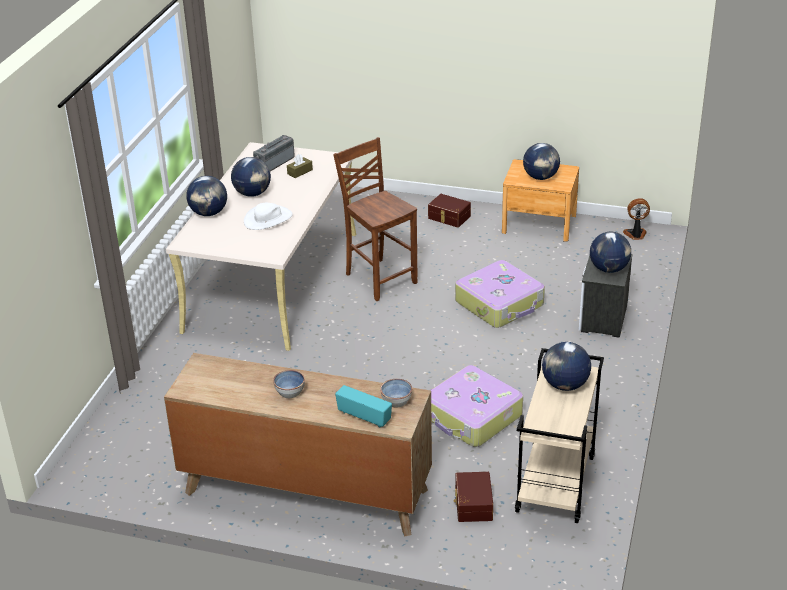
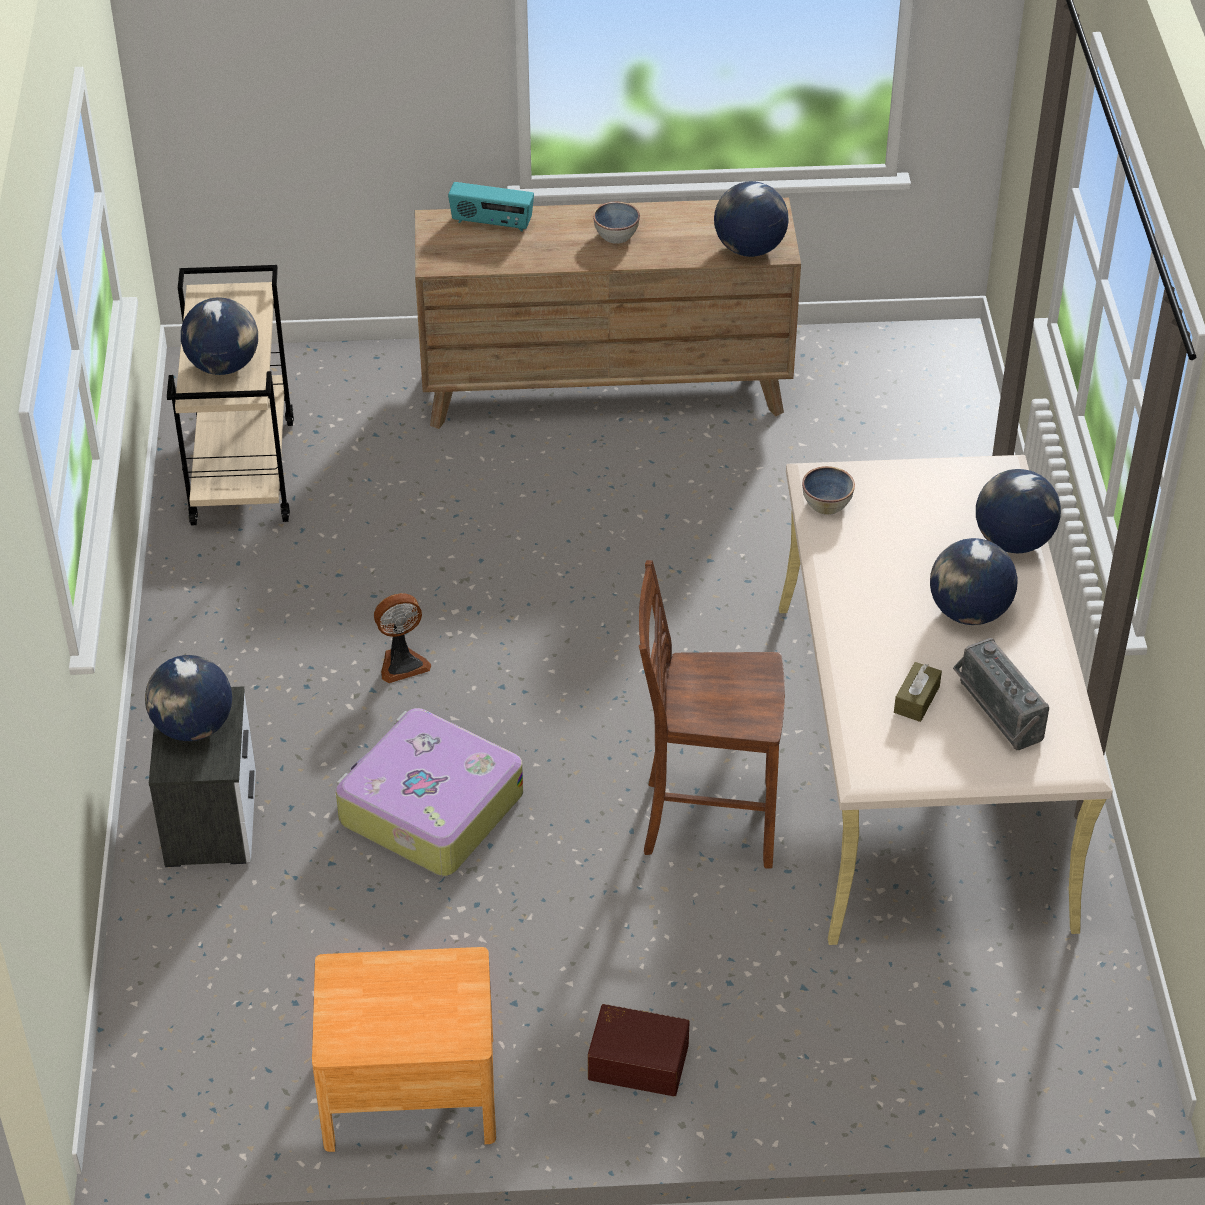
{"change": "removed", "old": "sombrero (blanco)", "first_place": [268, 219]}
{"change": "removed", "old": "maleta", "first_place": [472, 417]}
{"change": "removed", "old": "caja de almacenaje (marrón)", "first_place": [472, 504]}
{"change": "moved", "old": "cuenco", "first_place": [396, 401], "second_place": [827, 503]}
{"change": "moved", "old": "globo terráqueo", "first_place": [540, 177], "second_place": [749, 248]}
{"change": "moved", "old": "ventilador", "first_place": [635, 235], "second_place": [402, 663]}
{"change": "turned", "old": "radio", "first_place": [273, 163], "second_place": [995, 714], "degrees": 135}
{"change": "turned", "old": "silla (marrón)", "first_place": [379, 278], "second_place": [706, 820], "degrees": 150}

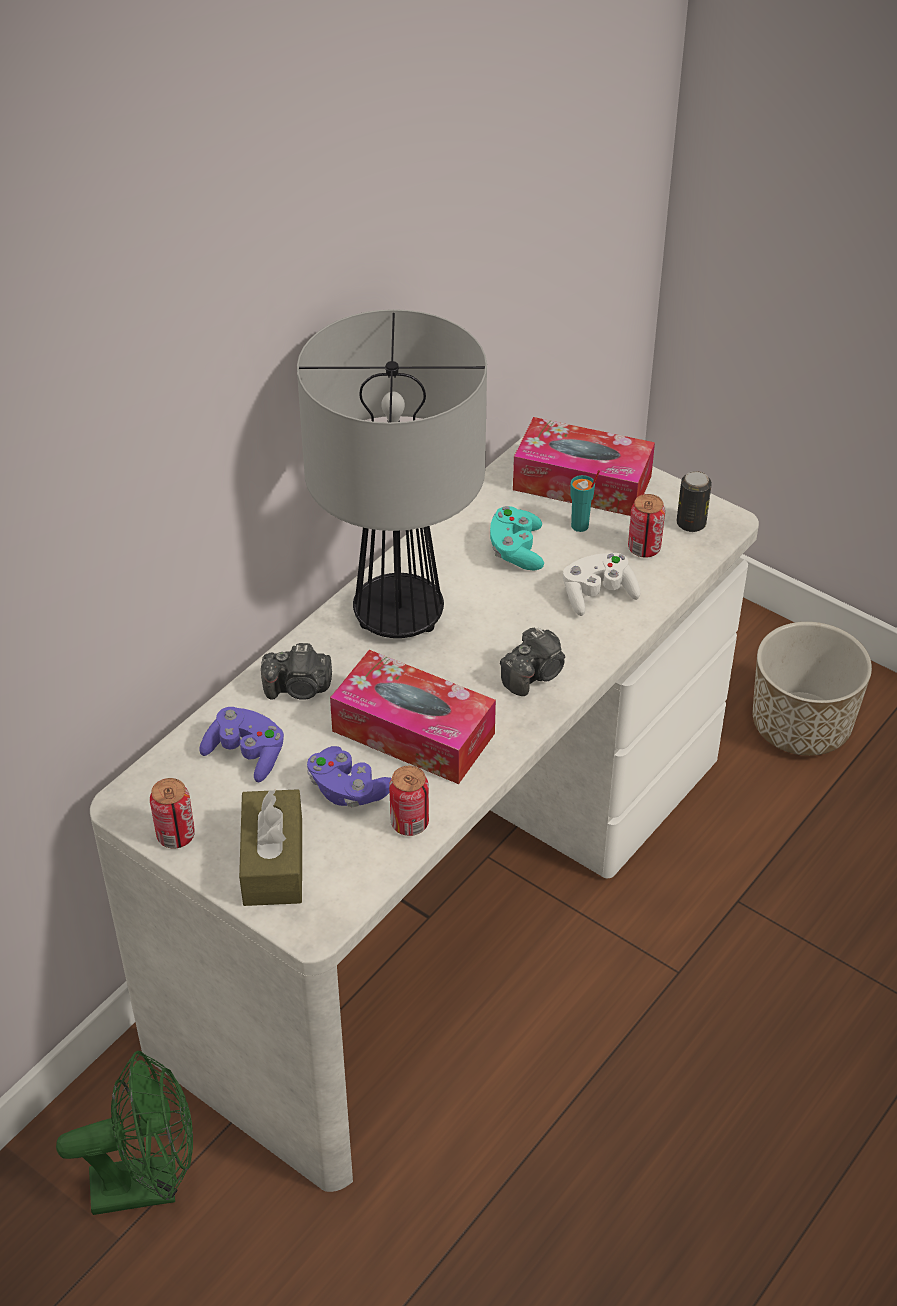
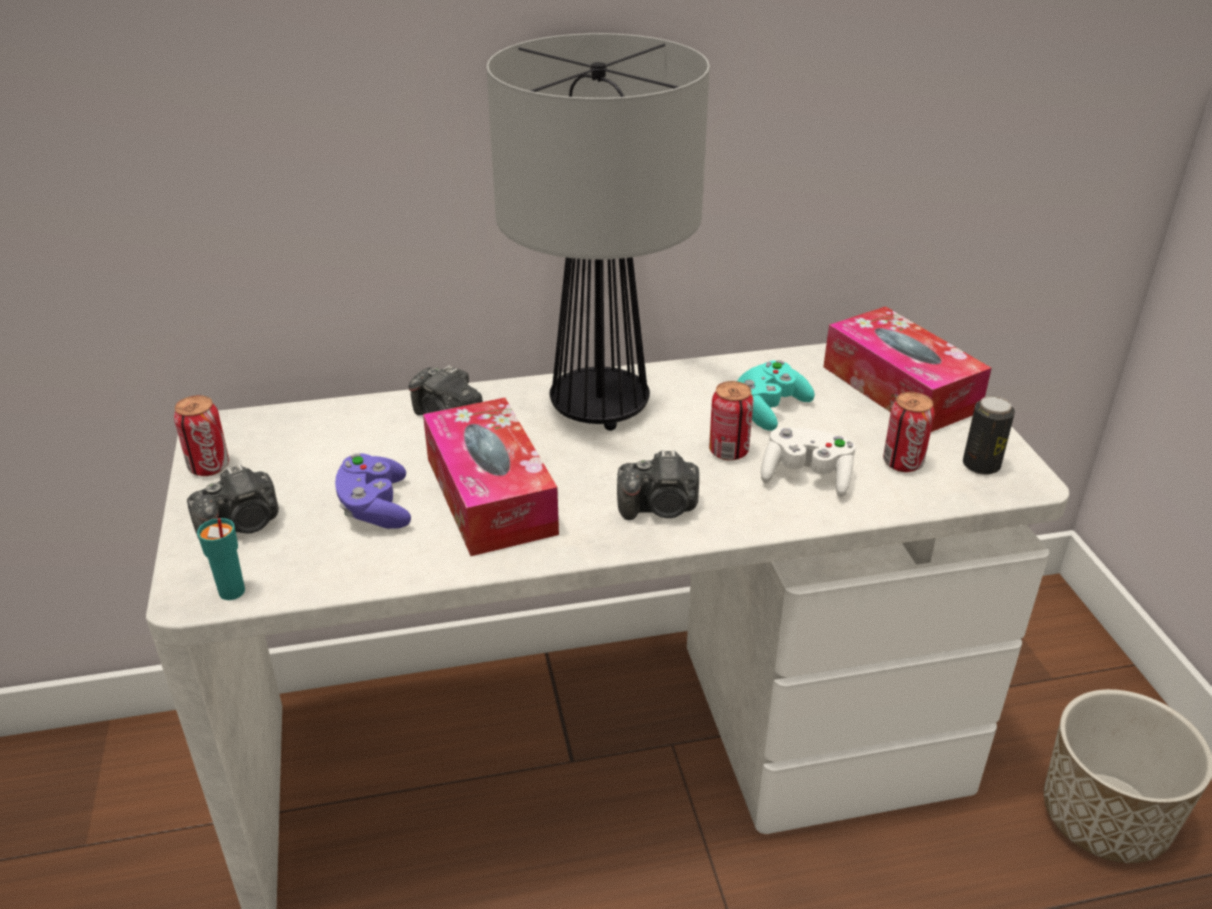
{"change": "removed", "old": "ventilador (verde)", "first_place": [148, 1184]}
{"change": "removed", "old": "mando de consola (morado)", "first_place": [246, 754]}
{"change": "moved", "old": "lata", "first_place": [409, 823], "second_place": [728, 451]}
{"change": "moved", "old": "taza (turquesa)", "first_place": [580, 526], "second_place": [231, 592]}
{"change": "replaced", "old": "caja de pañuelos (marrón)", "new": "cámara", "first_place": [273, 861], "second_place": [242, 526]}

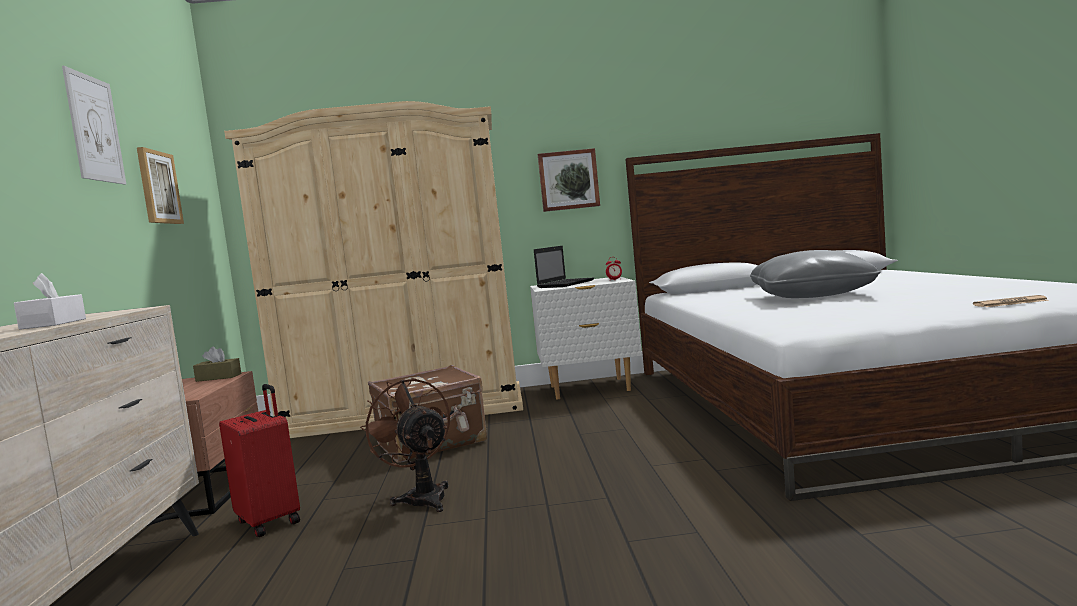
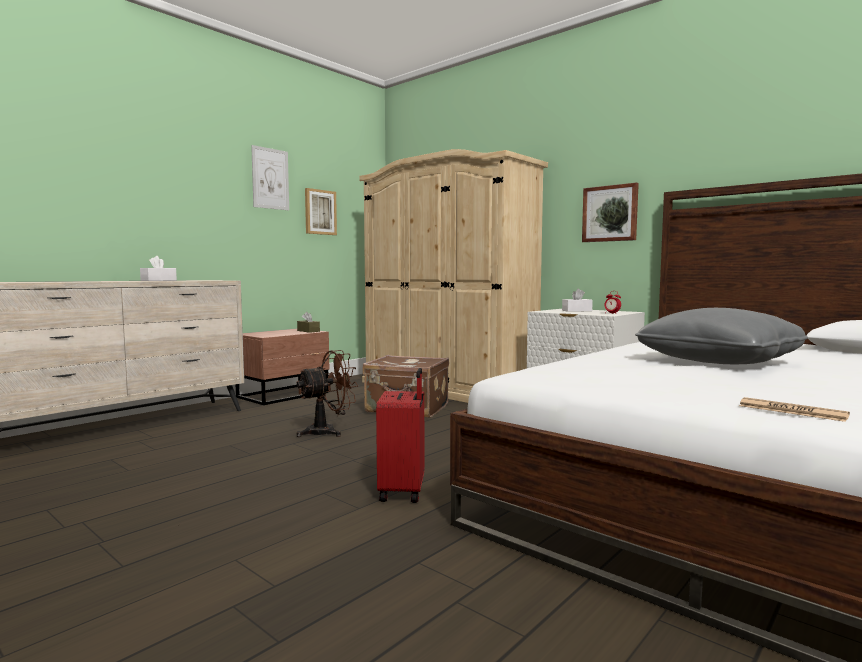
{"change": "moved", "old": "maleta (rojo)", "first_place": [270, 521], "second_place": [403, 491]}
{"change": "replaced", "old": "portátil", "new": "caja de pañuelos (blanco)", "first_place": [566, 284], "second_place": [577, 310]}
{"change": "turned", "old": "ventilador (marrón)", "first_place": [421, 497], "second_place": [328, 431], "degrees": 45}

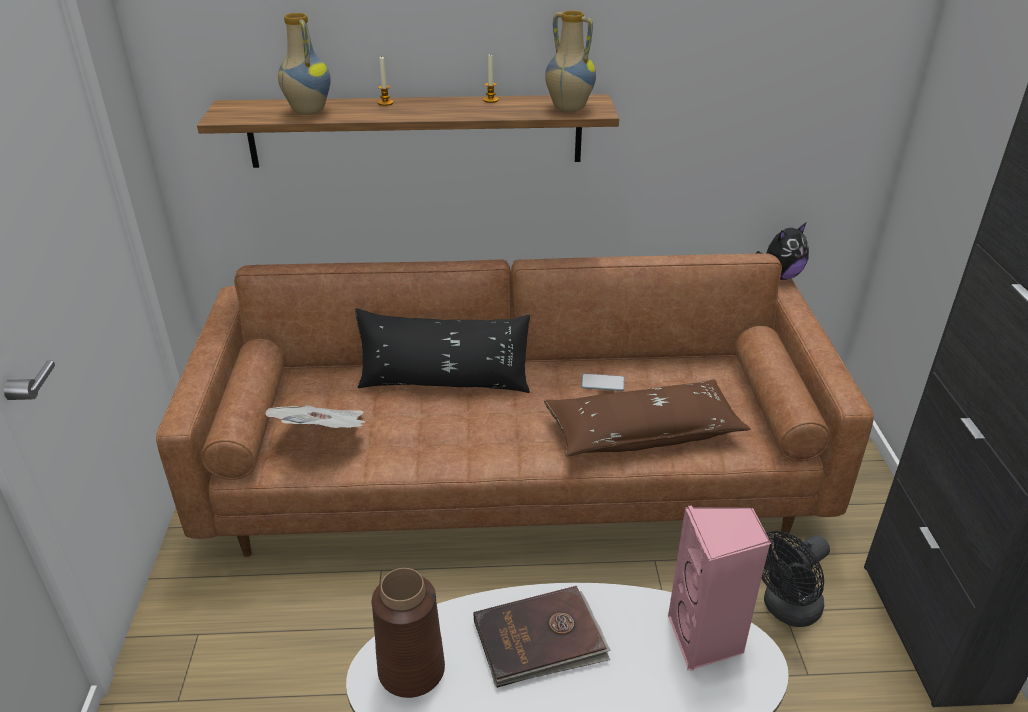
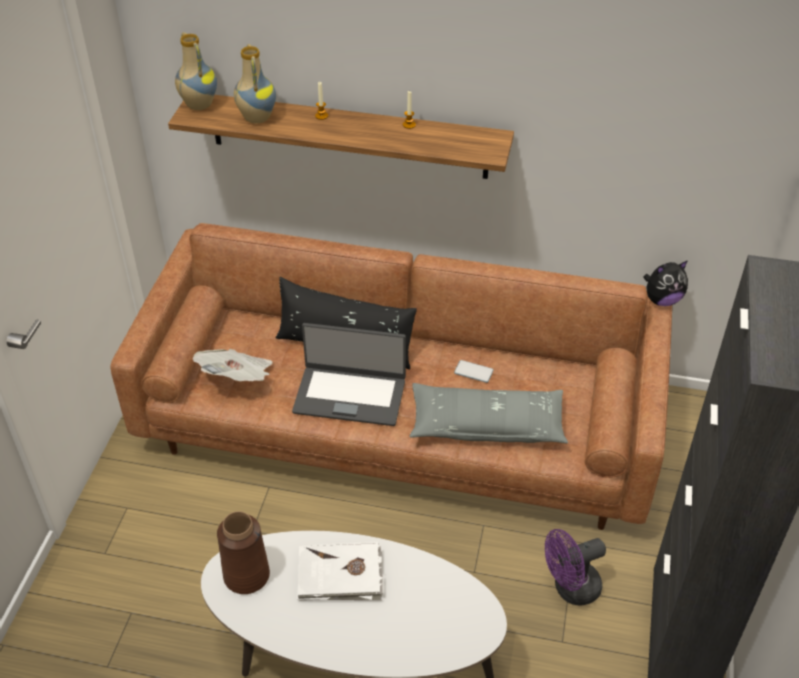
{"change": "removed", "old": "altavoz (rosa)", "first_place": [706, 640]}
{"change": "added", "new": "portátil", "second_place": [350, 395]}
{"change": "moved", "old": "florero", "first_place": [568, 108], "second_place": [198, 105]}
{"change": "recoloured", "old": "libro (marrón)", "new": "libro (blanco)", "first_place": [540, 640], "second_place": [340, 575]}
{"change": "recoloured", "old": "cojín (marrón)", "new": "cojín (gris)", "first_place": [643, 432], "second_place": [487, 424]}
{"change": "recoloured", "old": "ventilador (negro)", "new": "ventilador (morado)", "first_place": [786, 610], "second_place": [570, 589]}

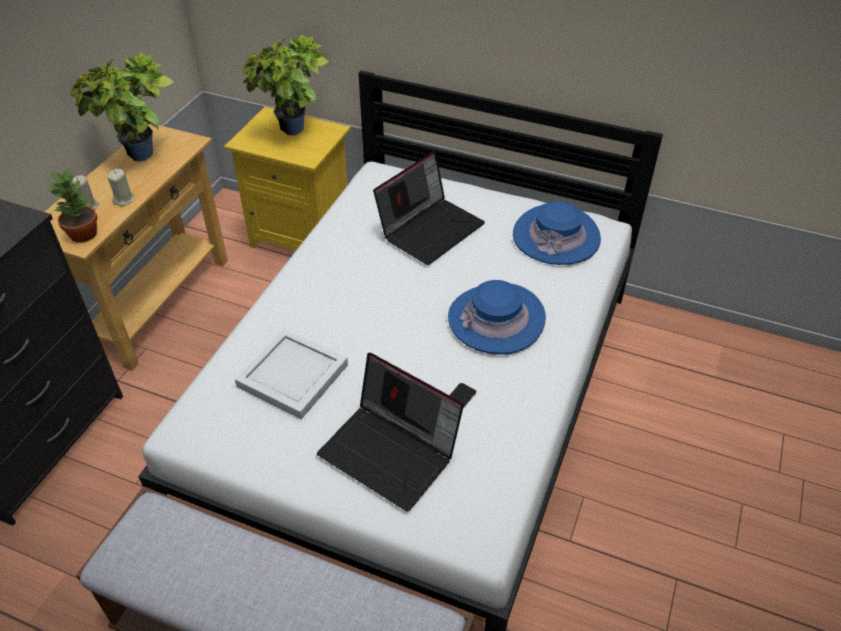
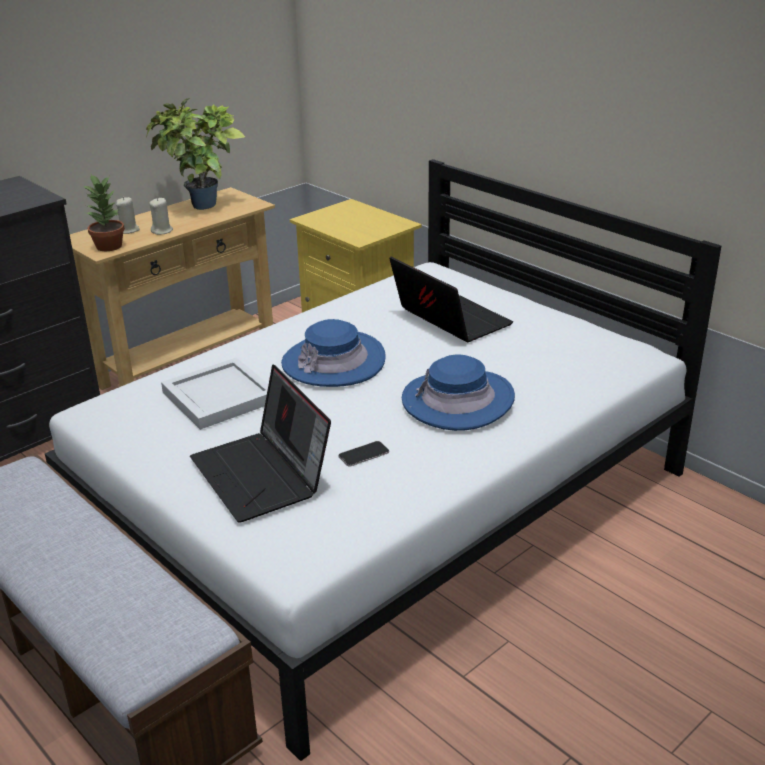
{"change": "removed", "old": "planta en maceta", "first_place": [293, 133]}
{"change": "moved", "old": "sombrero (azul)", "first_place": [556, 236], "second_place": [333, 361]}
{"change": "turned", "old": "portátil", "first_place": [430, 228], "second_place": [448, 320], "degrees": -105}

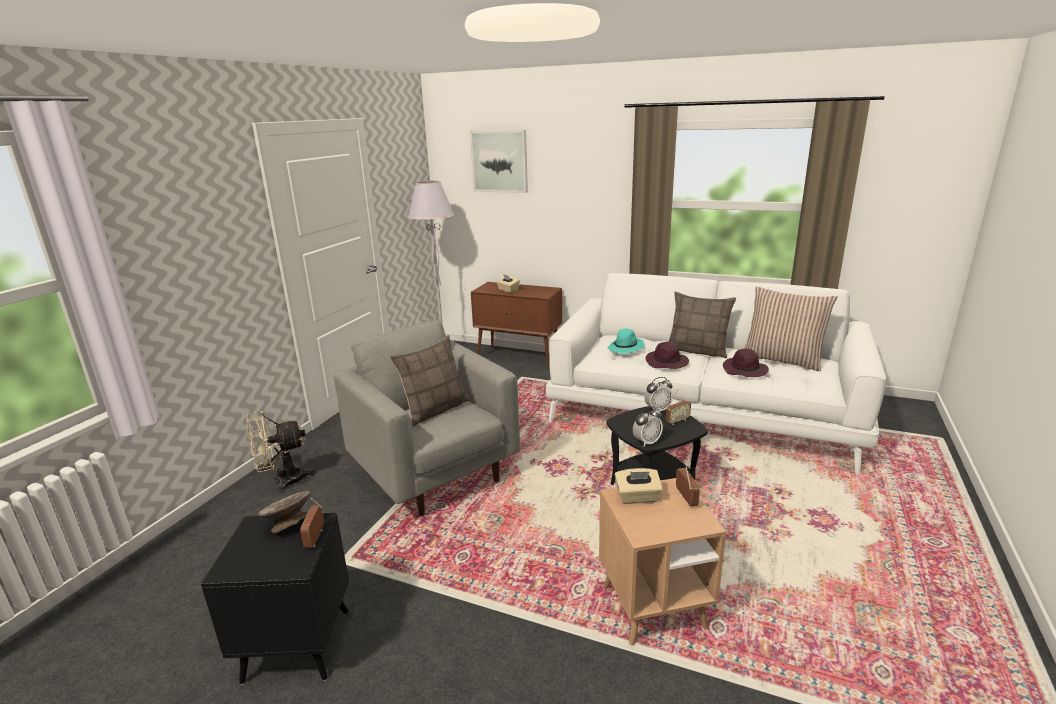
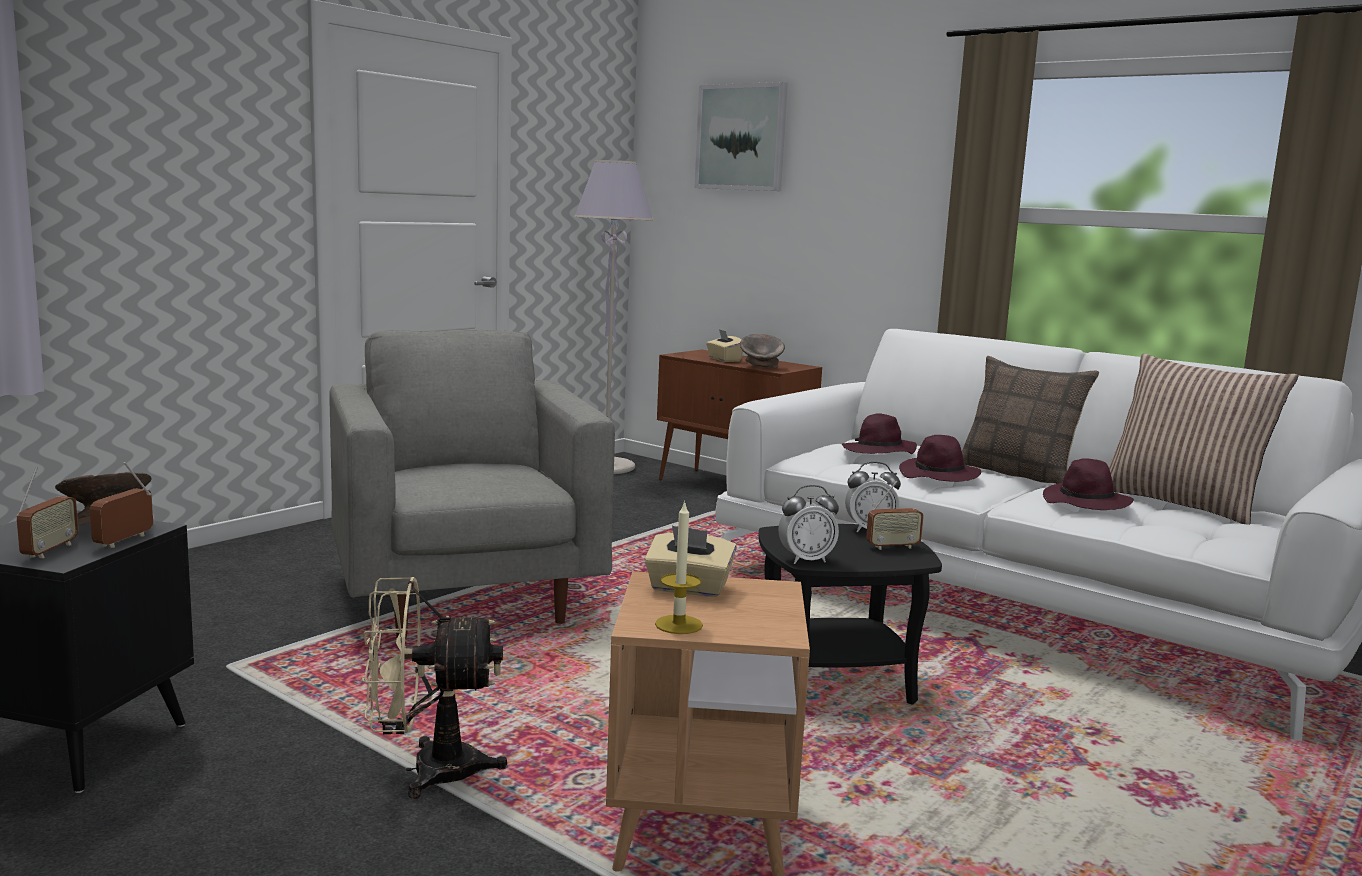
{"change": "removed", "old": "cojín", "first_place": [435, 409]}
{"change": "added", "new": "vela", "second_place": [678, 624]}
{"change": "added", "new": "cuenco (gris)", "second_place": [761, 367]}
{"change": "moved", "old": "ventilador (beis)", "first_place": [283, 481], "second_place": [427, 771]}
{"change": "moved", "old": "radio", "first_place": [685, 498], "second_place": [49, 550]}
{"change": "recoloured", "old": "sombrero (turquesa)", "new": "sombrero (morado)", "first_place": [626, 348], "second_place": [878, 452]}

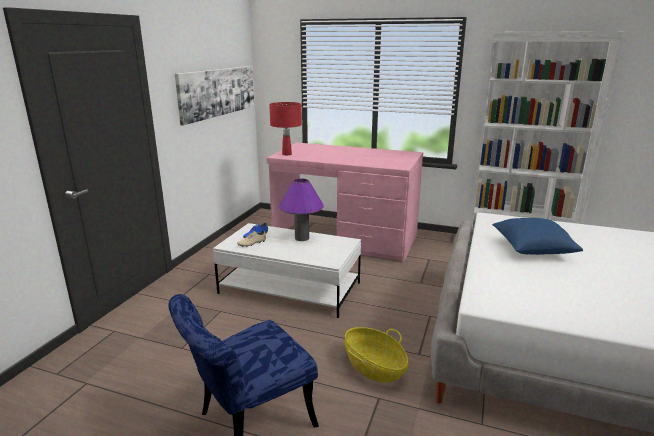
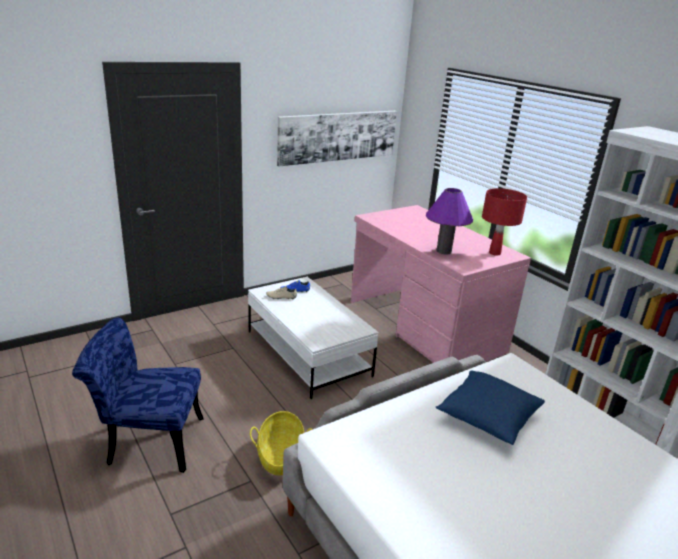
{"change": "moved", "old": "lámpara de mesa (rojo)", "first_place": [287, 154], "second_place": [494, 253]}
{"change": "moved", "old": "lámpara de mesa (morado)", "first_place": [302, 238], "second_place": [444, 251]}

